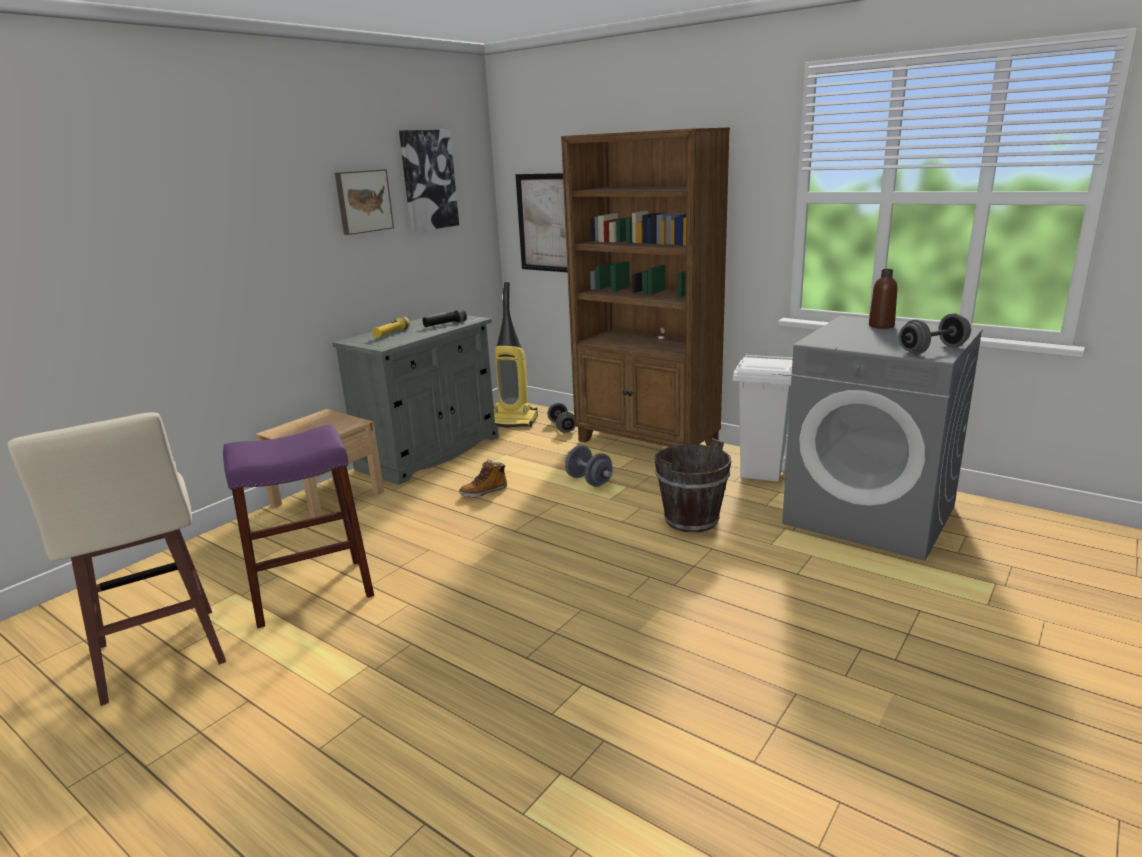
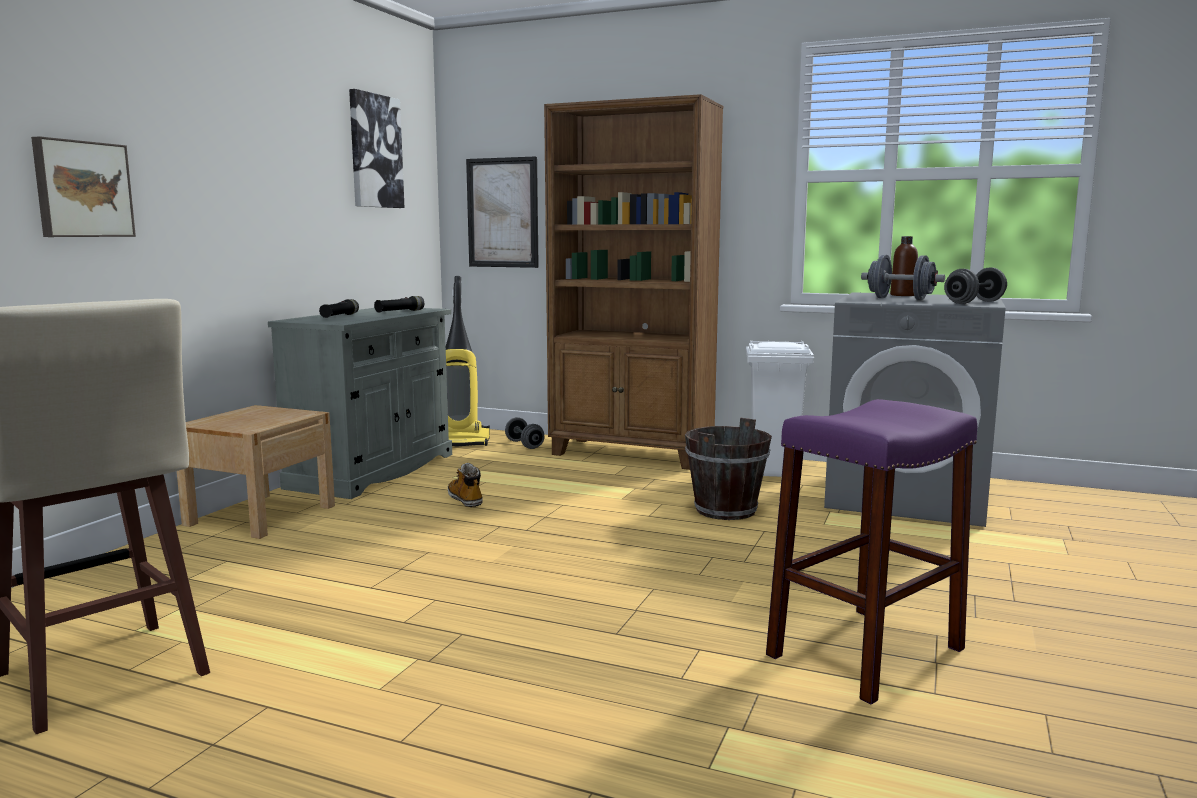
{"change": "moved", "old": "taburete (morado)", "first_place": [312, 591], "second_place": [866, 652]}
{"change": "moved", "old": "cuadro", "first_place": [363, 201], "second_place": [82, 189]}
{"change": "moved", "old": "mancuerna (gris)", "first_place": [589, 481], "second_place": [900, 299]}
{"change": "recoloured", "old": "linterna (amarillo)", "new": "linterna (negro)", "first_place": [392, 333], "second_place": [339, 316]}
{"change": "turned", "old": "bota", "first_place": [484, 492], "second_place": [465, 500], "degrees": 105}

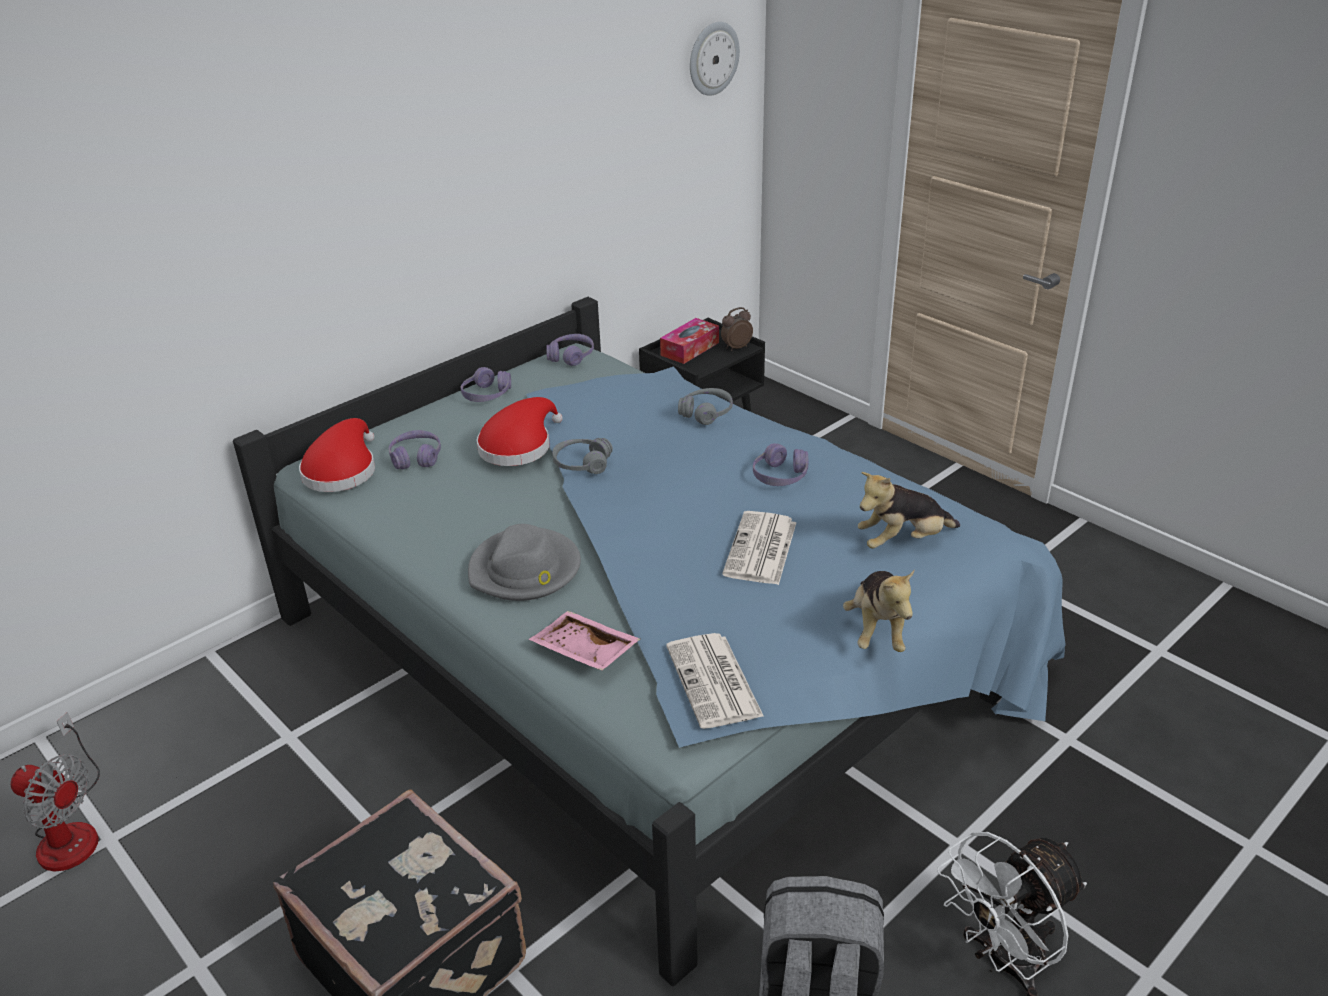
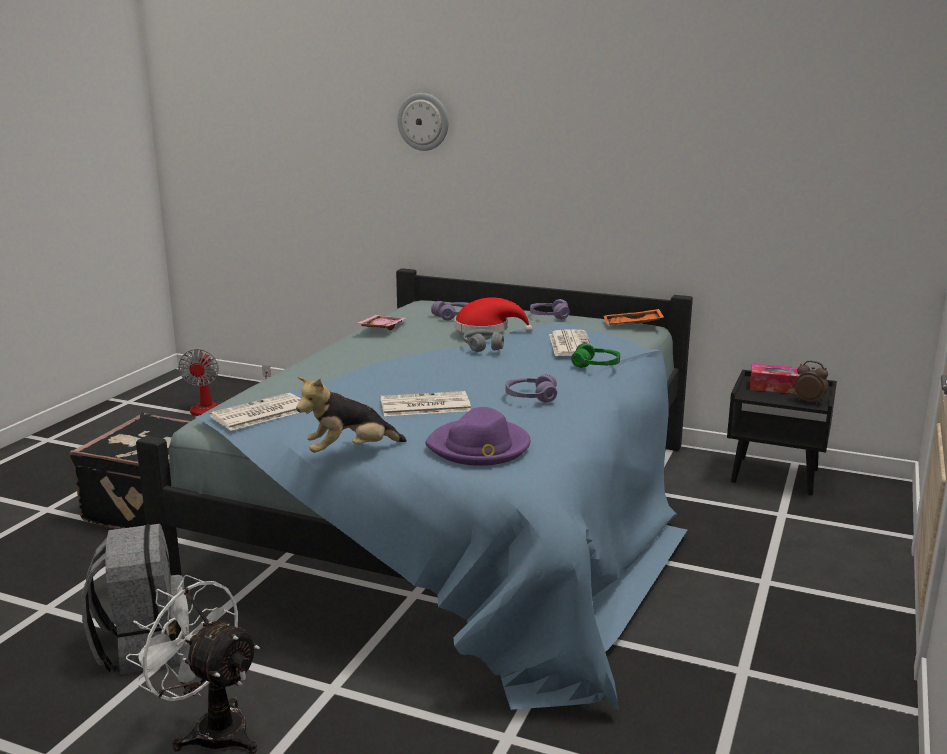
{"change": "removed", "old": "sombrero (rojo)", "first_place": [342, 470]}
{"change": "removed", "old": "sombrero (gris)", "first_place": [525, 570]}
{"change": "added", "new": "periódico", "second_place": [570, 344]}
{"change": "moved", "old": "bandeja (rosa)", "first_place": [583, 652], "second_place": [381, 328]}
{"change": "moved", "old": "reloj de pared", "first_place": [713, 58], "second_place": [423, 121]}
{"change": "replaced", "old": "auriculares (morado)", "new": "bandeja (naranja)", "first_place": [571, 356], "second_place": [632, 325]}
{"change": "replaced", "old": "peluche", "new": "sombrero (morado)", "first_place": [903, 541], "second_place": [479, 447]}
{"change": "recoloured", "old": "auriculares (gris)", "new": "auriculares (verde)", "first_place": [706, 413], "second_place": [596, 365]}

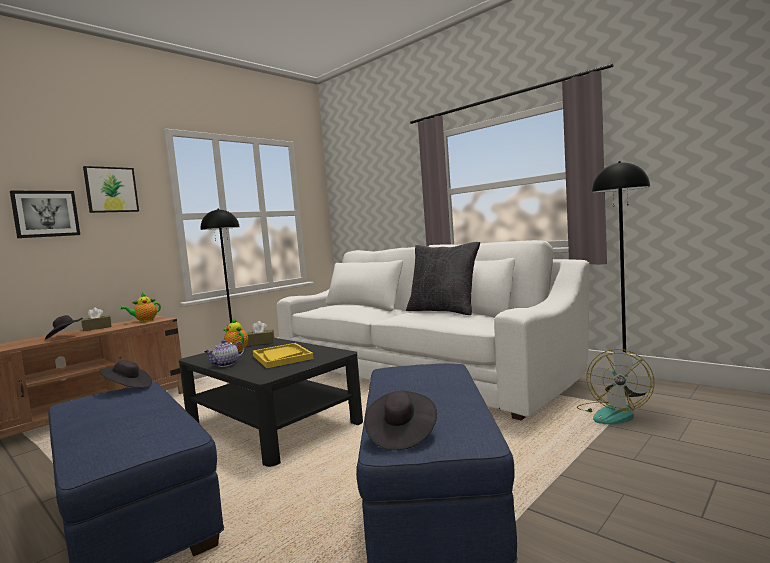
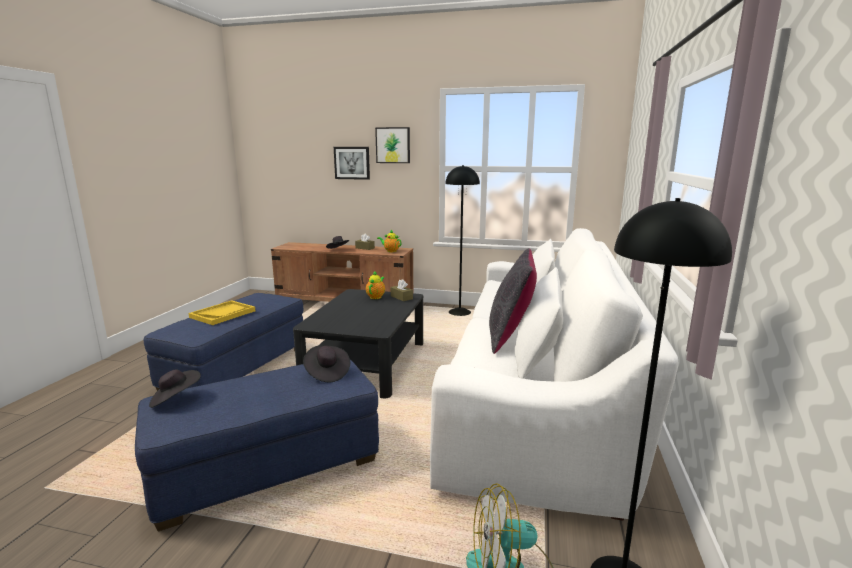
{"change": "removed", "old": "tetera", "first_place": [226, 364]}
{"change": "moved", "old": "sombrero (negro)", "first_place": [128, 388], "second_place": [327, 373]}
{"change": "moved", "old": "bandeja (amarillo)", "first_place": [282, 357], "second_place": [223, 314]}

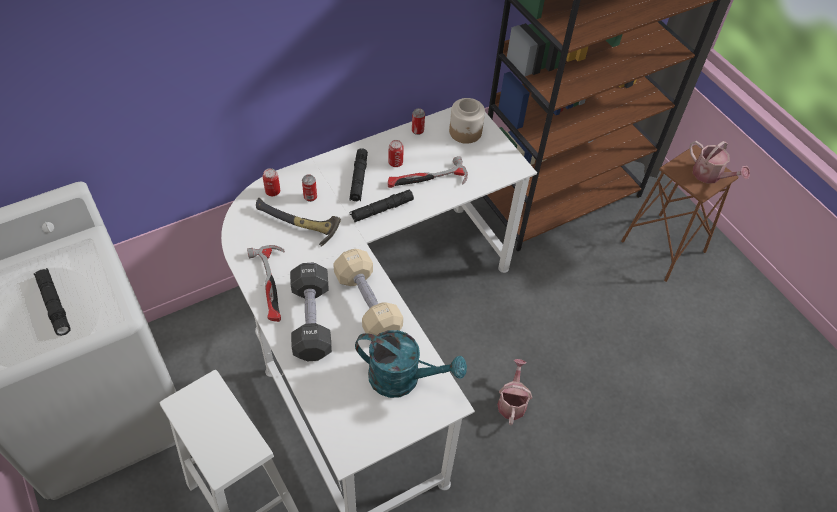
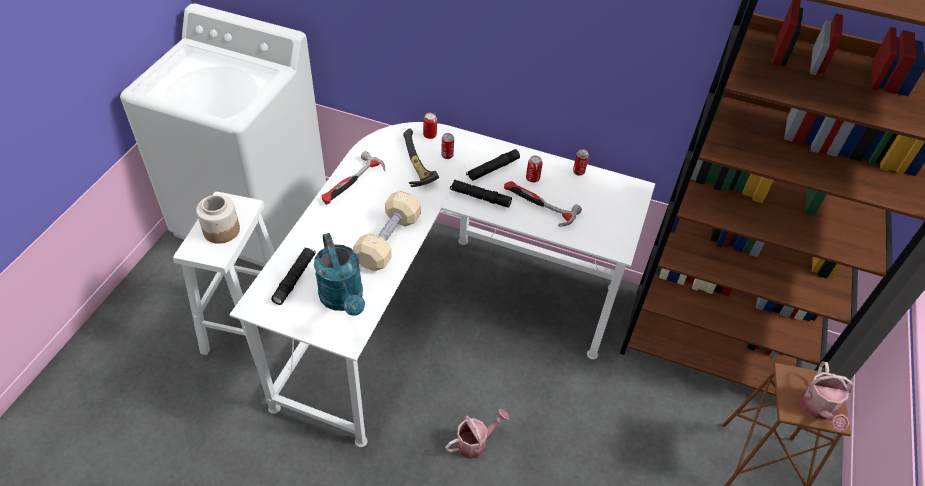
{"change": "removed", "old": "mancuerna (negro)", "first_place": [311, 320]}
{"change": "moved", "old": "linterna (negro)", "first_place": [54, 304], "second_place": [294, 279]}
{"change": "moved", "old": "tarro", "first_place": [465, 132], "second_place": [221, 231]}

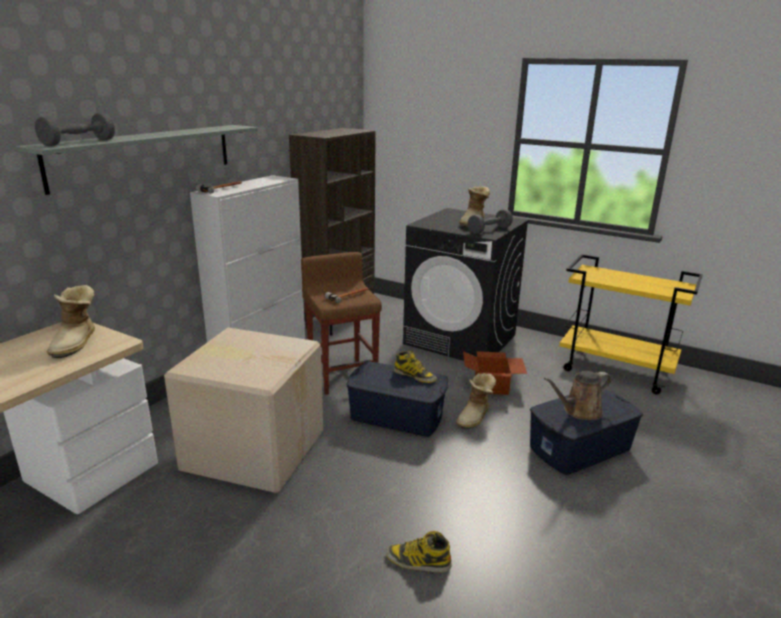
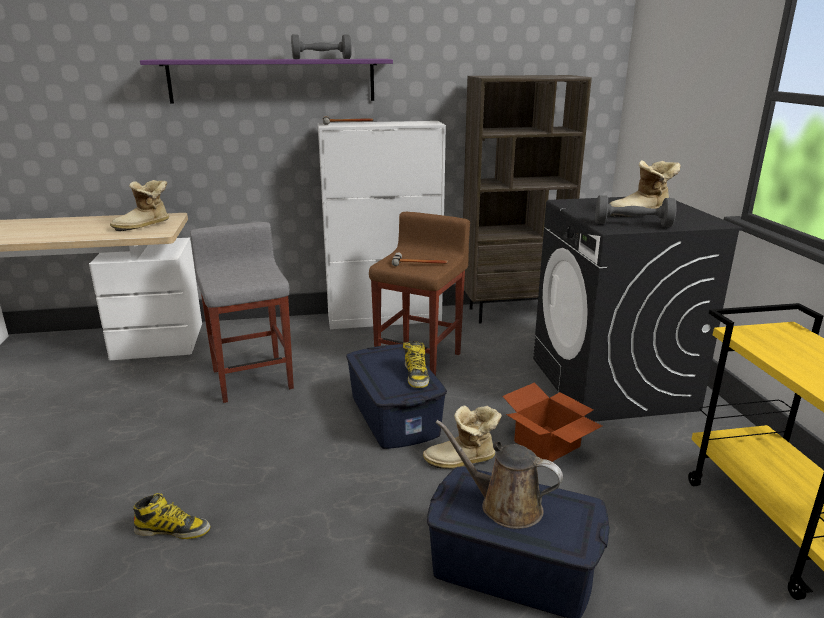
{"change": "moved", "old": "mancuerna (gris)", "first_place": [79, 142], "second_place": [321, 58]}
{"change": "replaced", "old": "caja de cartón", "new": "taburete (gris)", "first_place": [253, 449], "second_place": [252, 378]}
{"change": "recoloured", "old": "estante (gris)", "new": "estante (morado)", "first_place": [145, 155], "second_place": [273, 80]}
{"change": "turned", "old": "bota", "first_place": [418, 561], "second_place": [173, 530], "degrees": 120}

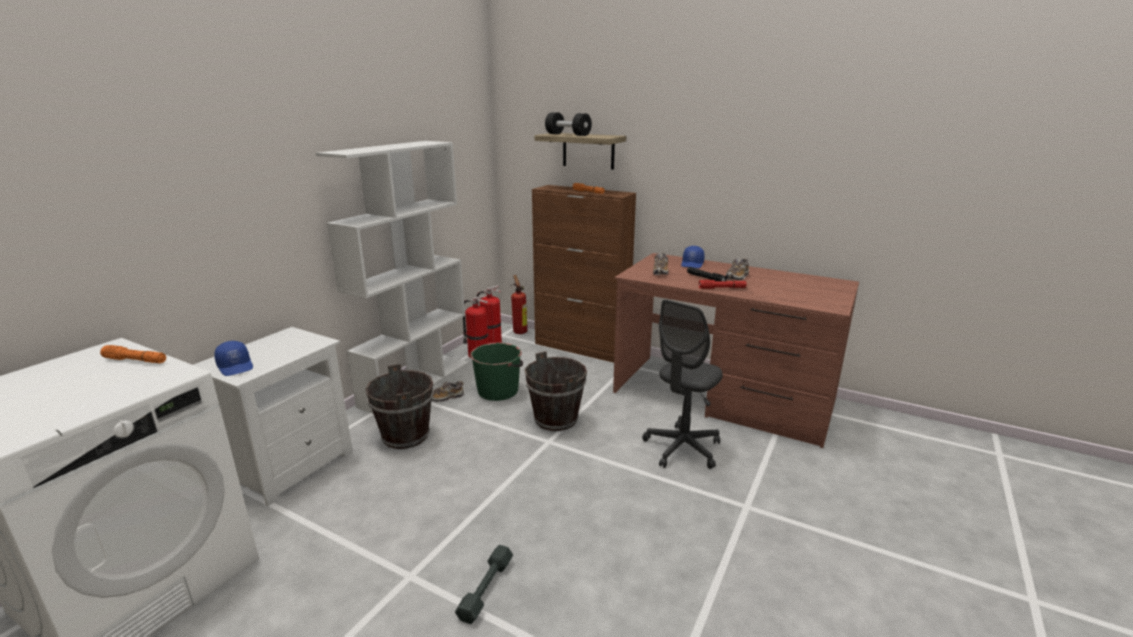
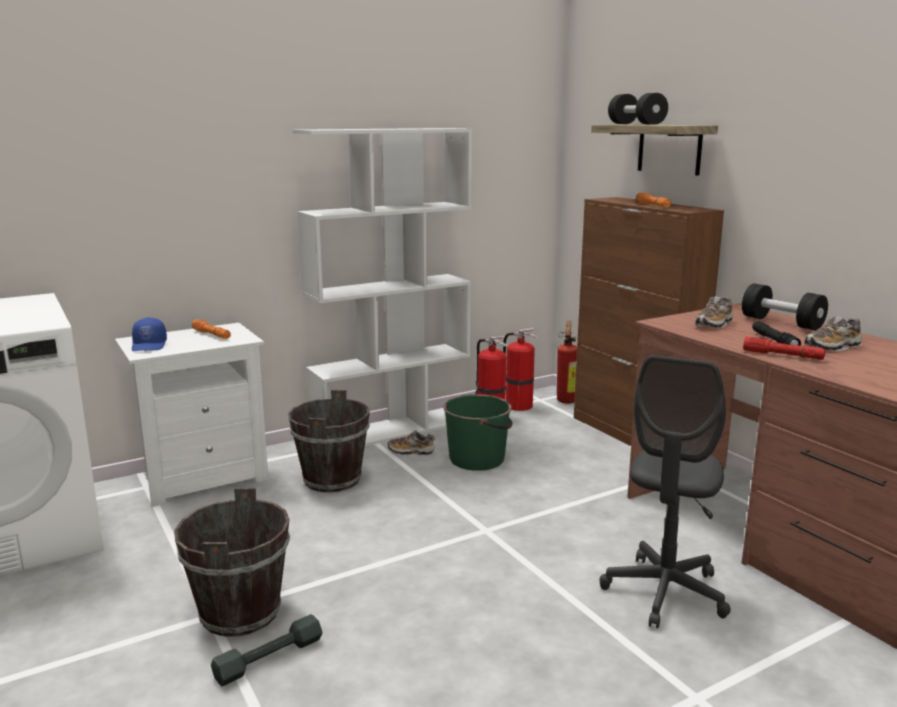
{"change": "moved", "old": "linterna (naranja)", "first_place": [135, 360], "second_place": [211, 335]}
{"change": "moved", "old": "cubo (marrón)", "first_place": [556, 419], "second_place": [241, 613]}
{"change": "replaced", "old": "gorra (azul)", "new": "mancuerna (negro)", "first_place": [692, 264], "second_place": [781, 323]}
{"change": "turned", "old": "silla de oficina (gris)", "first_place": [682, 448], "second_place": [665, 592], "degrees": -45}

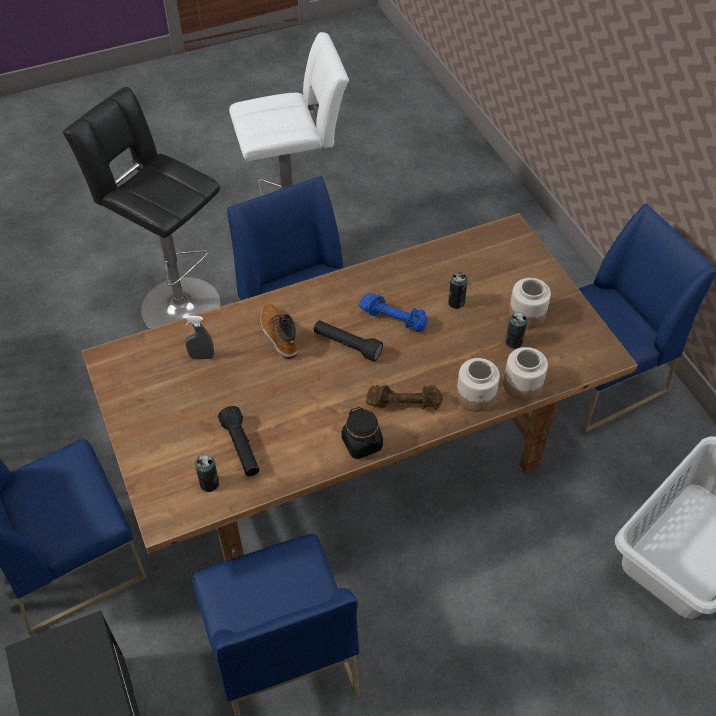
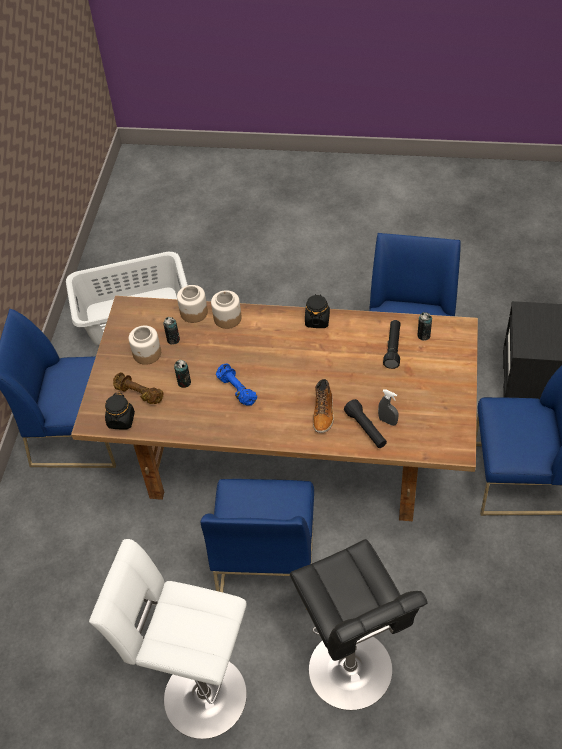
{"change": "added", "new": "tarro (negro)", "second_place": [121, 420]}
{"change": "moved", "old": "linterna (negro)", "first_place": [347, 345], "second_place": [366, 429]}
{"change": "moved", "old": "mancuerna (marrón)", "first_place": [403, 403], "second_place": [138, 394]}

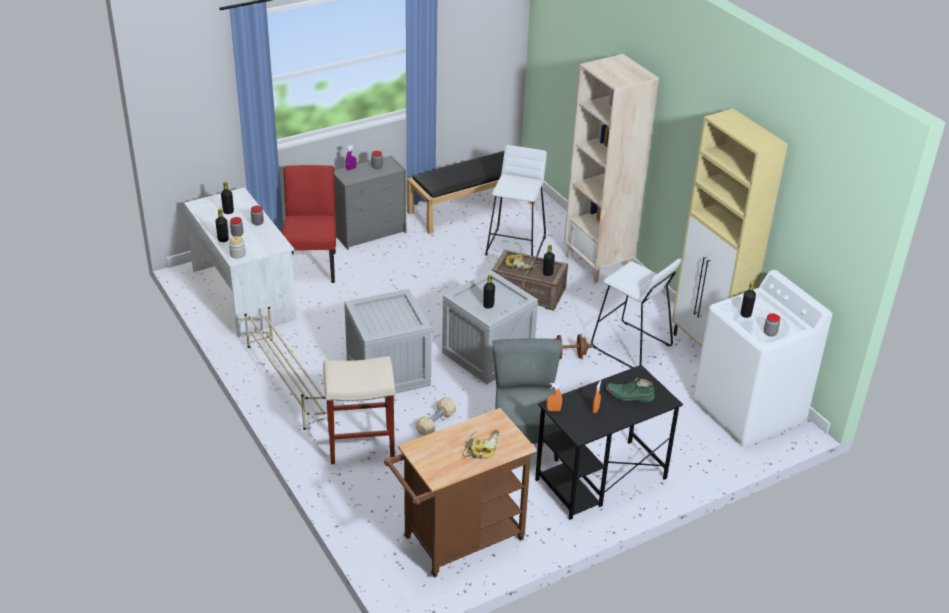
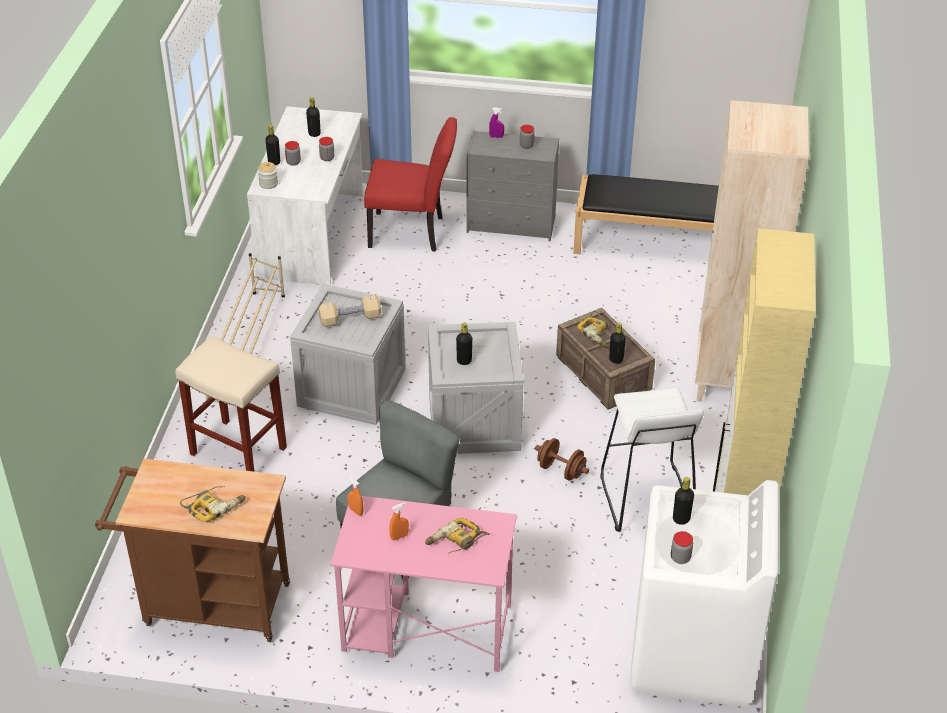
{"change": "removed", "old": "taburete (blanco)", "first_place": [516, 245]}
{"change": "moved", "old": "mancuerna (beis)", "first_place": [435, 423], "second_place": [350, 319]}
{"change": "replaced", "old": "bota (verde)", "new": "taladro", "first_place": [629, 395], "second_place": [456, 542]}
{"change": "recoloured", "old": "escritorio (negro)", "new": "escritorio (rosa)", "first_place": [600, 479], "second_place": [425, 628]}
{"change": "turned", "old": "silla (rojo)", "first_place": [312, 264], "second_place": [413, 232], "degrees": 60}

